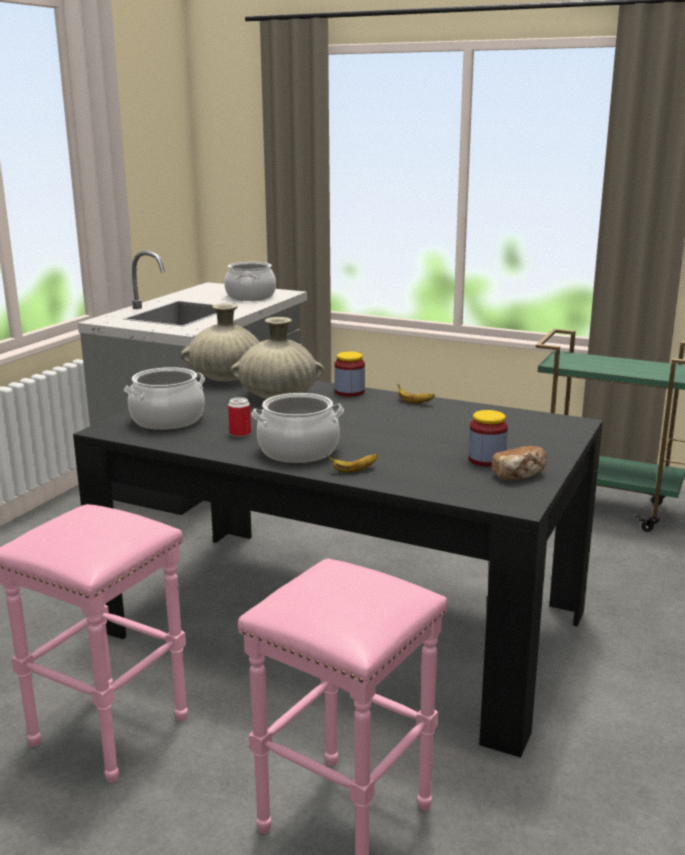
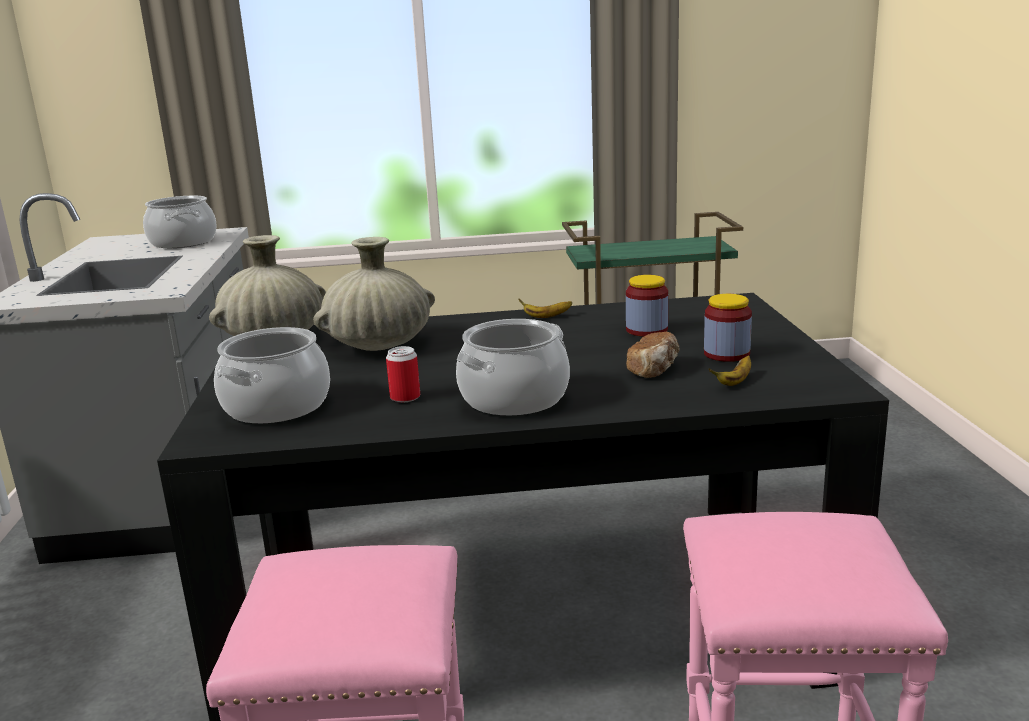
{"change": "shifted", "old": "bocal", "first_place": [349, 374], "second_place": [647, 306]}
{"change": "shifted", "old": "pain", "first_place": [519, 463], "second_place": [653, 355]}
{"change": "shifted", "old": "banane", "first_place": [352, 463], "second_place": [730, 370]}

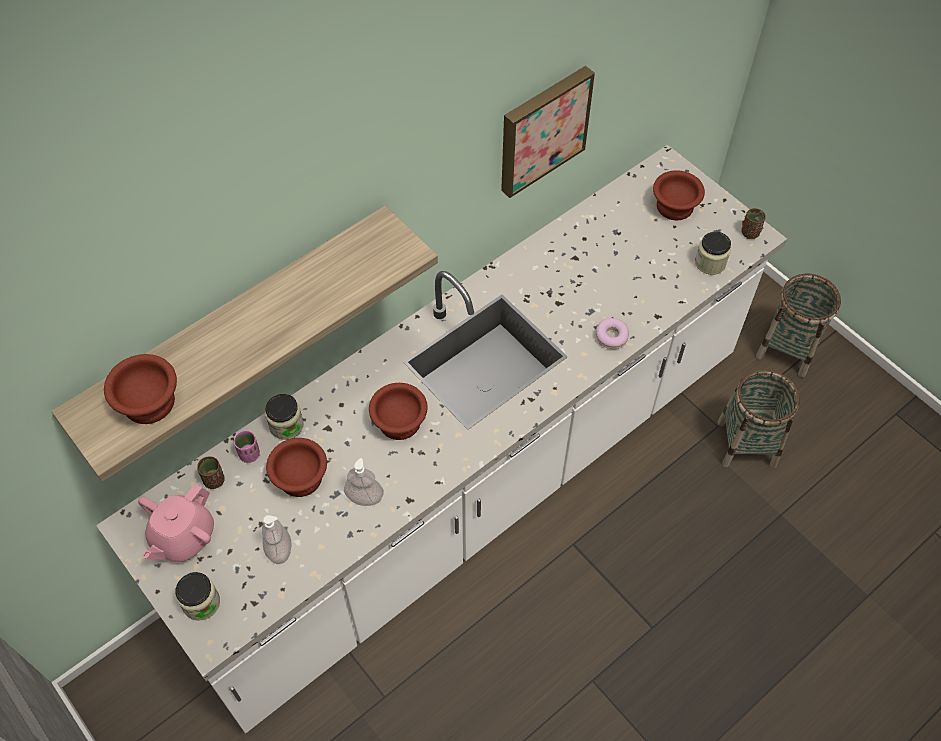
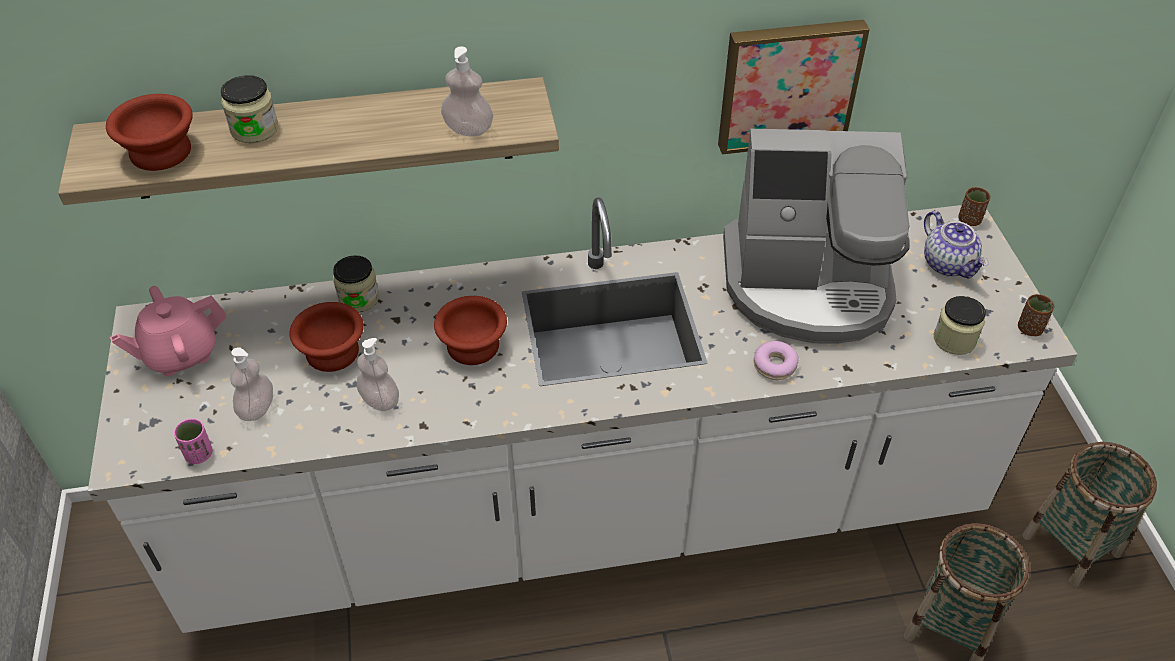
{"change": "shifted", "old": "tasse/rose", "first_place": [247, 446], "second_place": [193, 441]}
{"change": "shifted", "old": "bocal", "first_place": [197, 596], "second_place": [249, 109]}
{"change": "new", "new": "distributeur de savon", "second_place": [467, 92]}
{"change": "new", "new": "machine à café", "second_place": [816, 236]}
{"change": "swapped", "old": "bol/marron", "new": "théière", "first_place": [679, 195], "second_place": [956, 245]}
{"change": "shifted", "old": "tasse/marron", "first_place": [211, 472], "second_place": [974, 206]}

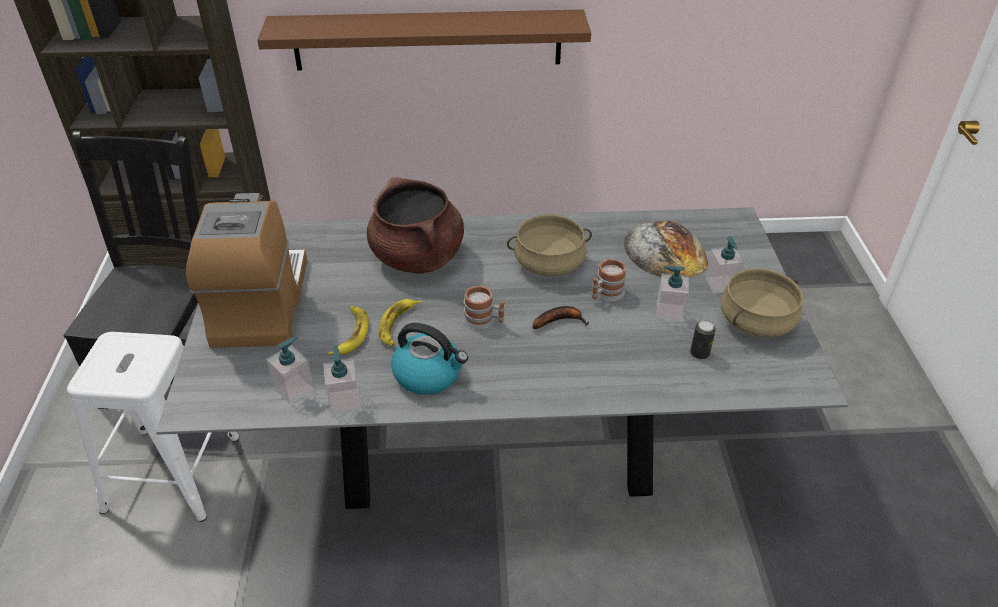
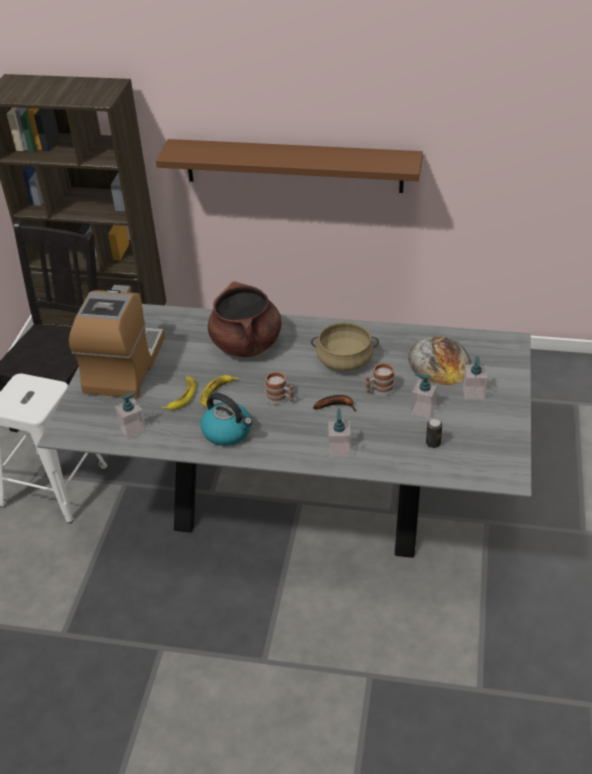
{"change": "shifted", "old": "distributeur de savon", "first_place": [342, 379], "second_place": [339, 433]}
{"change": "gone", "old": "marmite/beige", "first_place": [762, 303]}

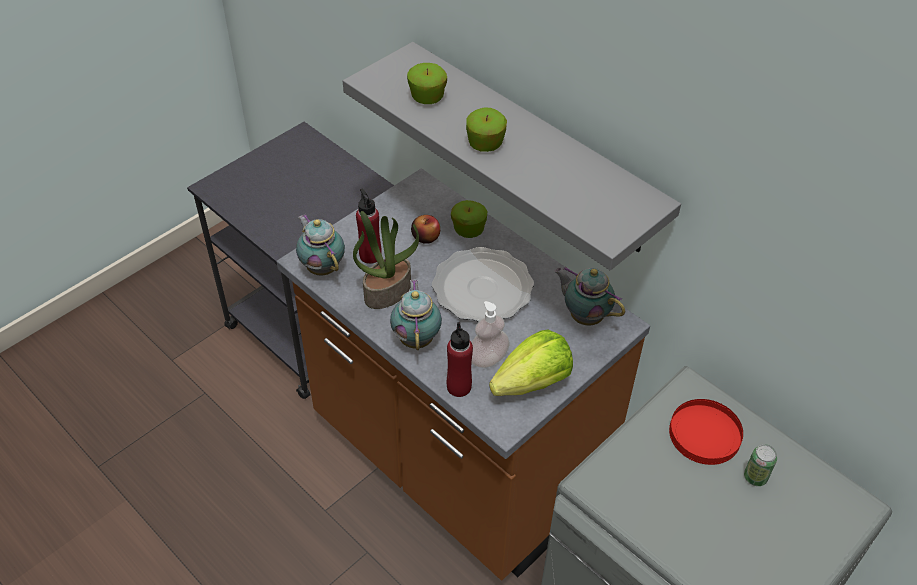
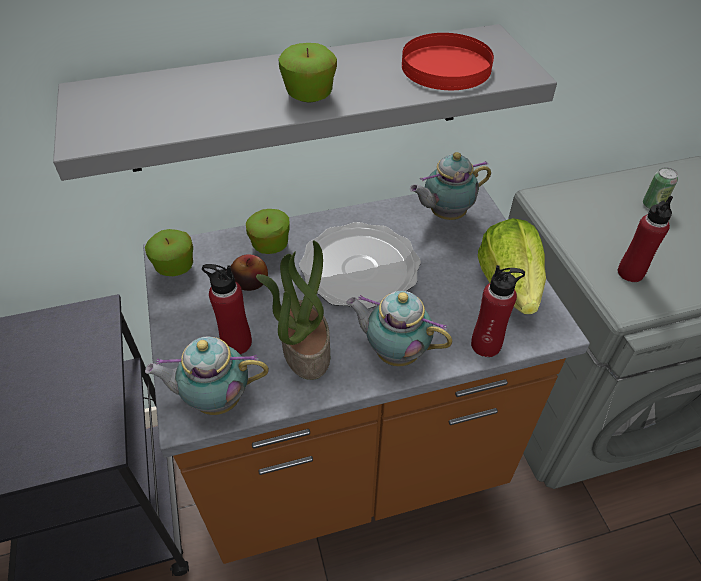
{"change": "shifted", "old": "pomme", "first_place": [427, 83], "second_place": [169, 252]}
{"change": "shifted", "old": "assiette/rouge", "first_place": [706, 432], "second_place": [448, 61]}
{"change": "new", "new": "bouteille/rouge", "second_place": [645, 239]}
{"change": "gone", "old": "distributeur de savon", "first_place": [490, 334]}

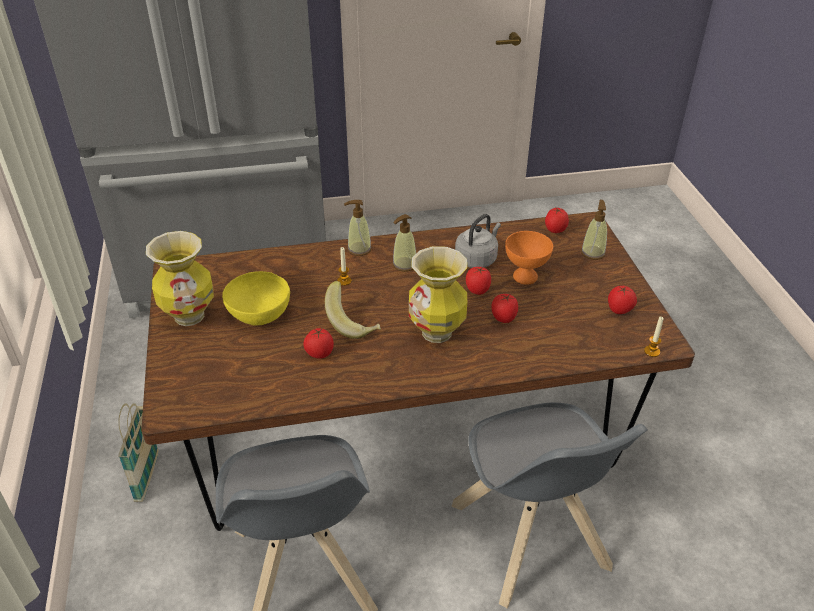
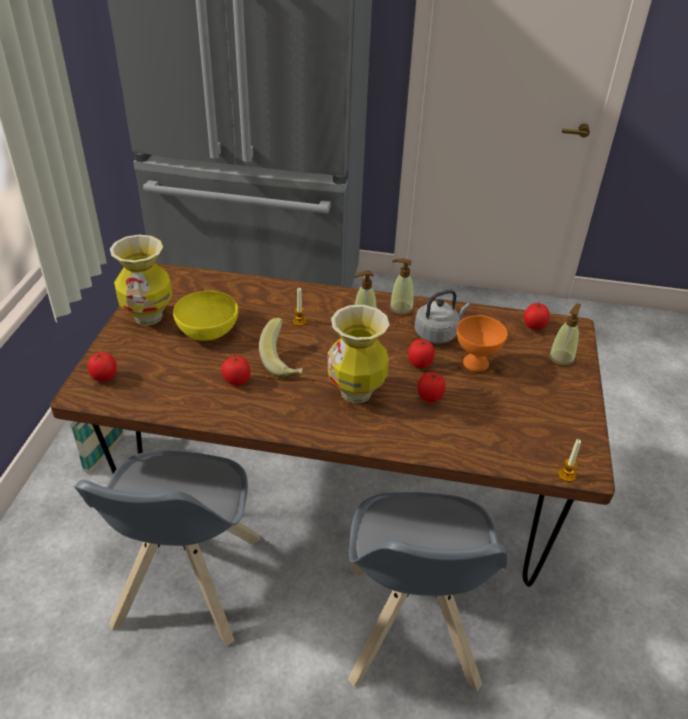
{"change": "shifted", "old": "tomate", "first_place": [622, 300], "second_place": [102, 367]}
{"change": "shifted", "old": "distributeur de savon", "first_place": [358, 228], "second_place": [401, 287]}

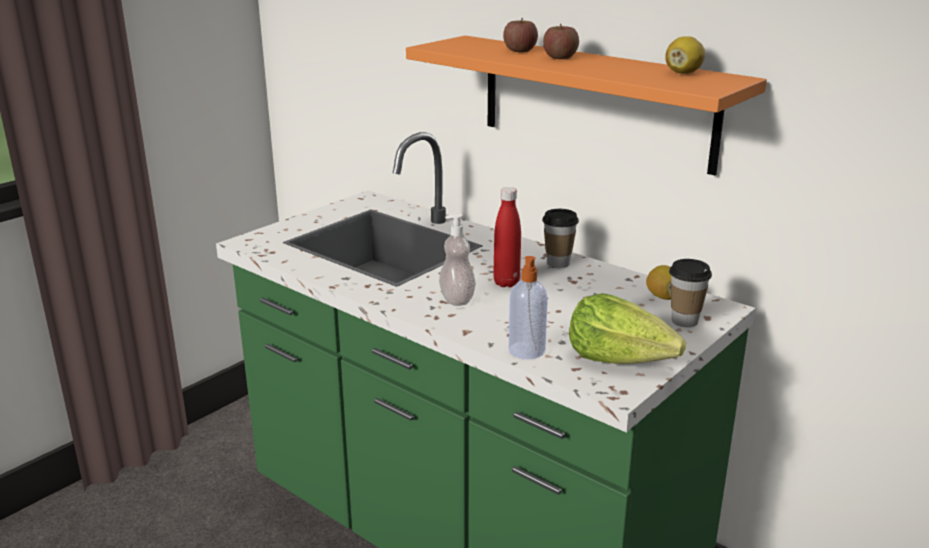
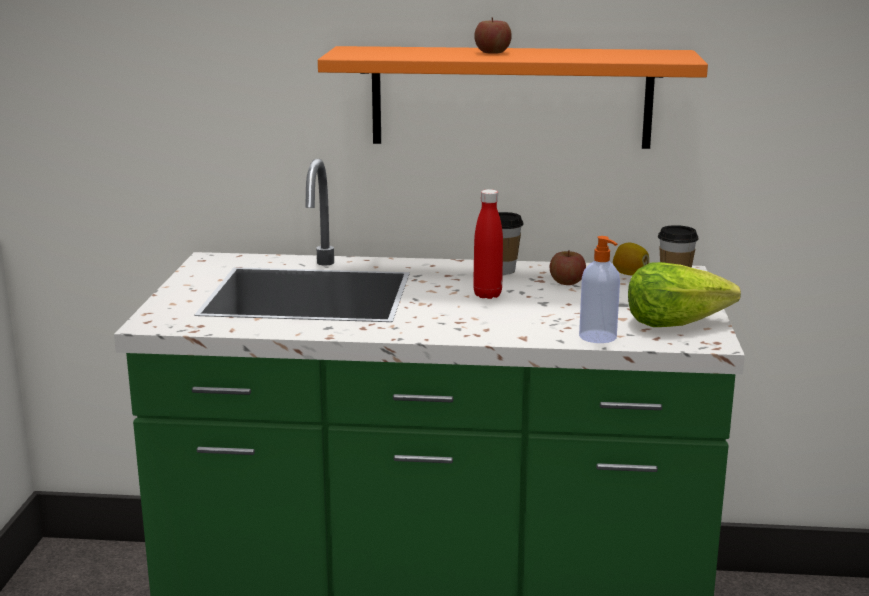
{"change": "shifted", "old": "pomme", "first_place": [520, 35], "second_place": [568, 267]}
{"change": "gone", "old": "distributeur de savon", "first_place": [457, 259]}
{"change": "gone", "old": "citron", "first_place": [685, 55]}

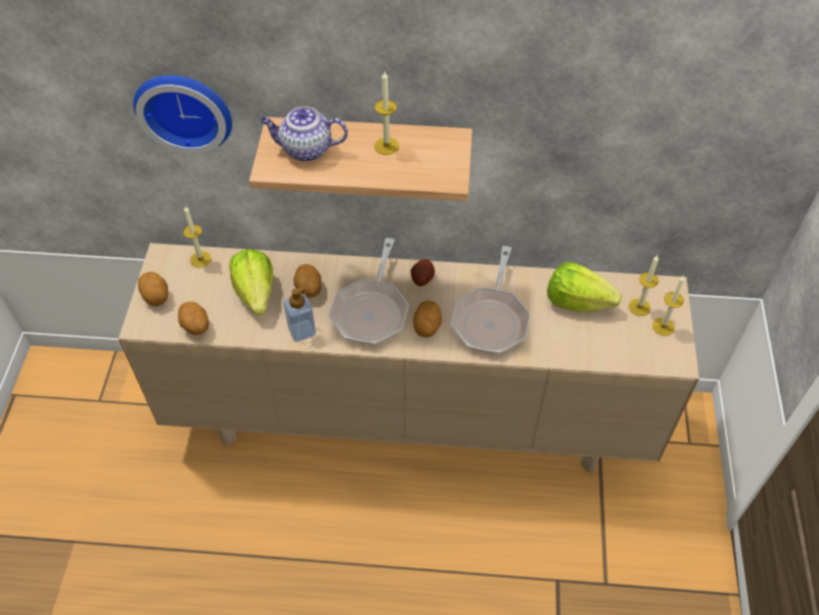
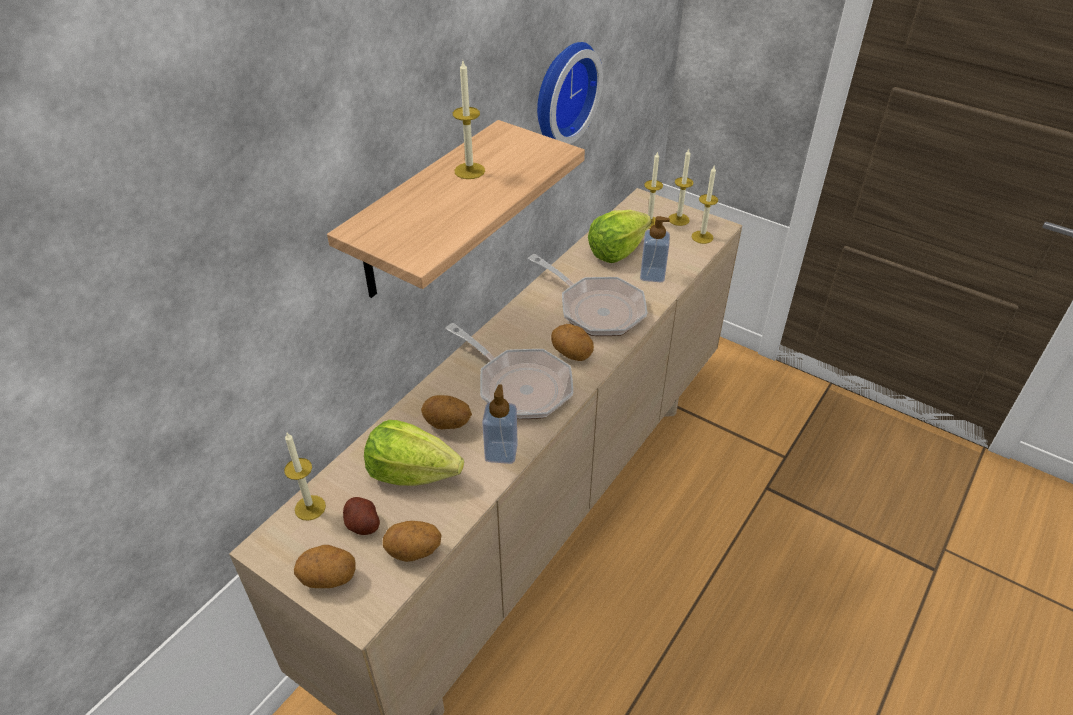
{"change": "shifted", "old": "pomme de terre", "first_place": [423, 272], "second_place": [361, 516]}
{"change": "shifted", "old": "horloge murale", "first_place": [182, 114], "second_place": [570, 93]}
{"change": "new", "new": "distributeur de savon", "second_place": [655, 249]}
{"change": "new", "new": "bougie", "second_place": [704, 205]}
{"change": "gone", "old": "théière", "first_place": [304, 134]}

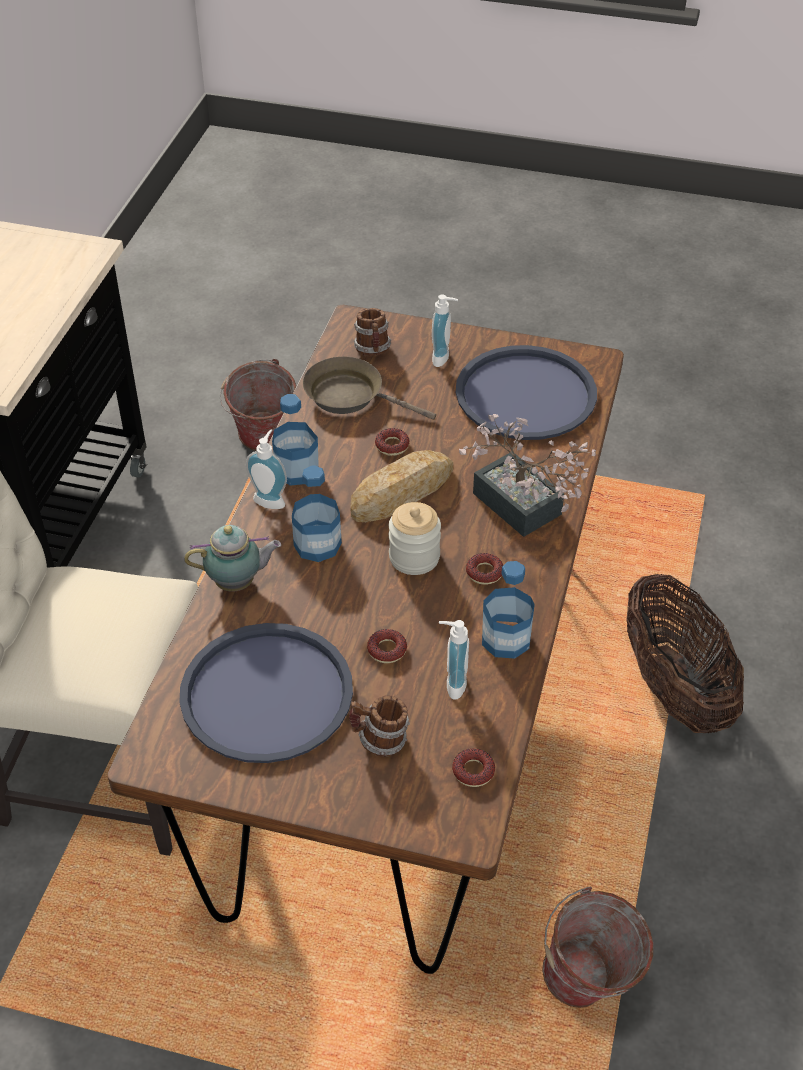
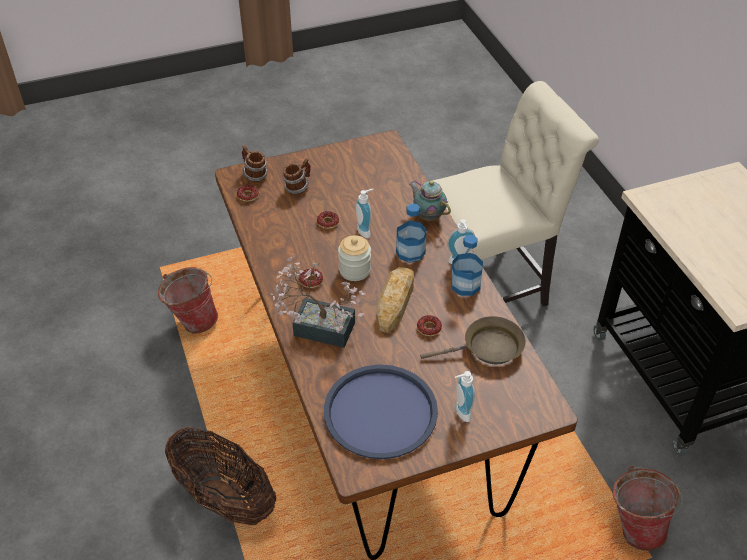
{"change": "shifted", "old": "mug", "first_place": [372, 332], "second_place": [254, 163]}
{"change": "shifted", "old": "distributeur de savon", "first_place": [454, 660], "second_place": [365, 213]}
{"change": "rotated", "old": "théière", "first_place": [232, 558], "second_place": [430, 200], "degrees": 90}
{"change": "gone", "old": "plateau/bleu", "first_place": [266, 693]}
{"change": "gone", "old": "bouteille", "first_place": [508, 610]}

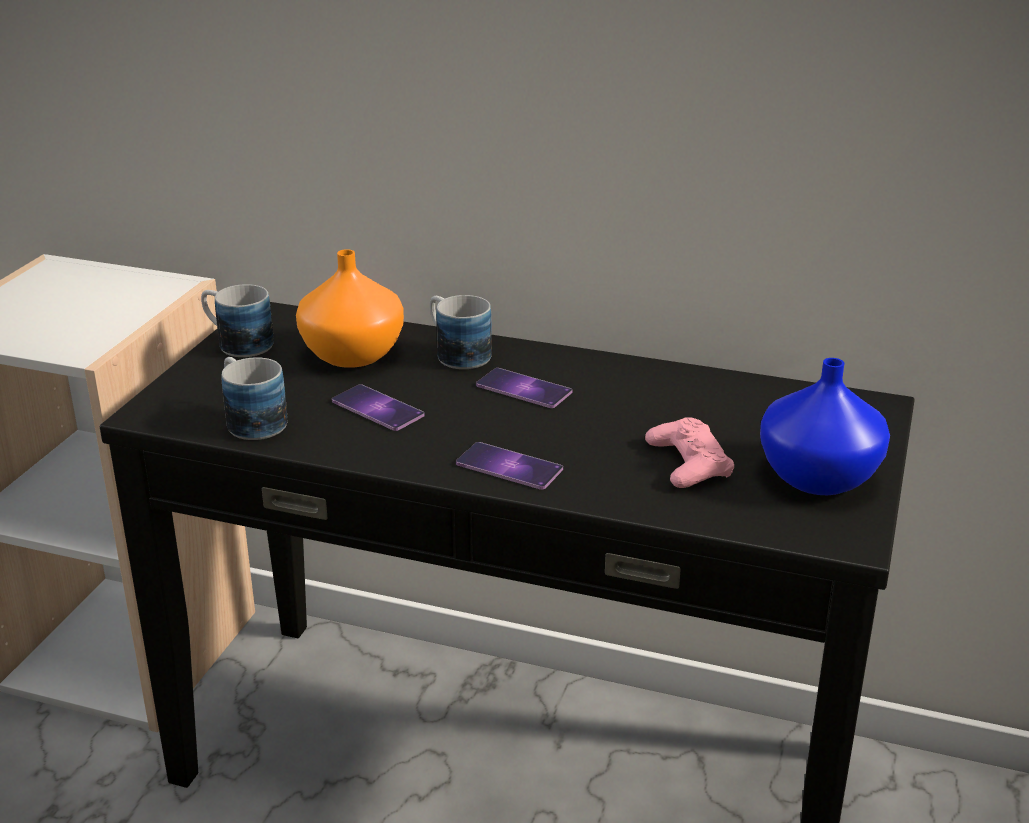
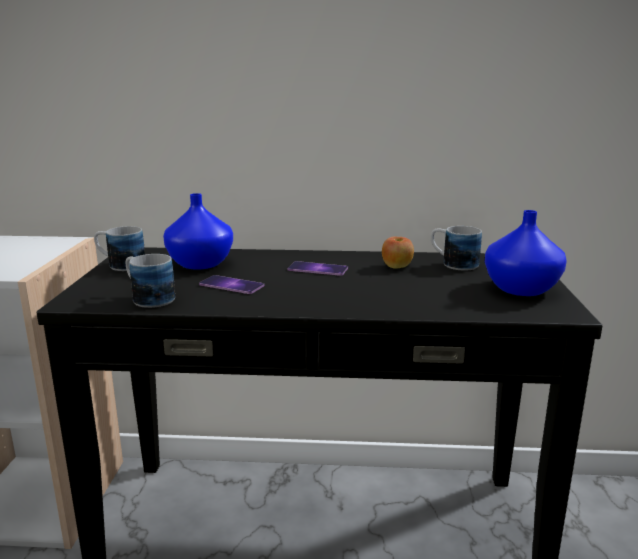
{"change": "repainted", "old": "vase/orange", "new": "vase/bleu", "first_place": [350, 308], "second_place": [198, 231]}
{"change": "new", "new": "pomme", "second_place": [398, 253]}
{"change": "shifted", "old": "mug", "first_place": [461, 332], "second_place": [456, 248]}
{"change": "gone", "old": "téléphone", "first_place": [509, 466]}
{"change": "gone", "old": "manette/rose", "first_place": [689, 452]}

